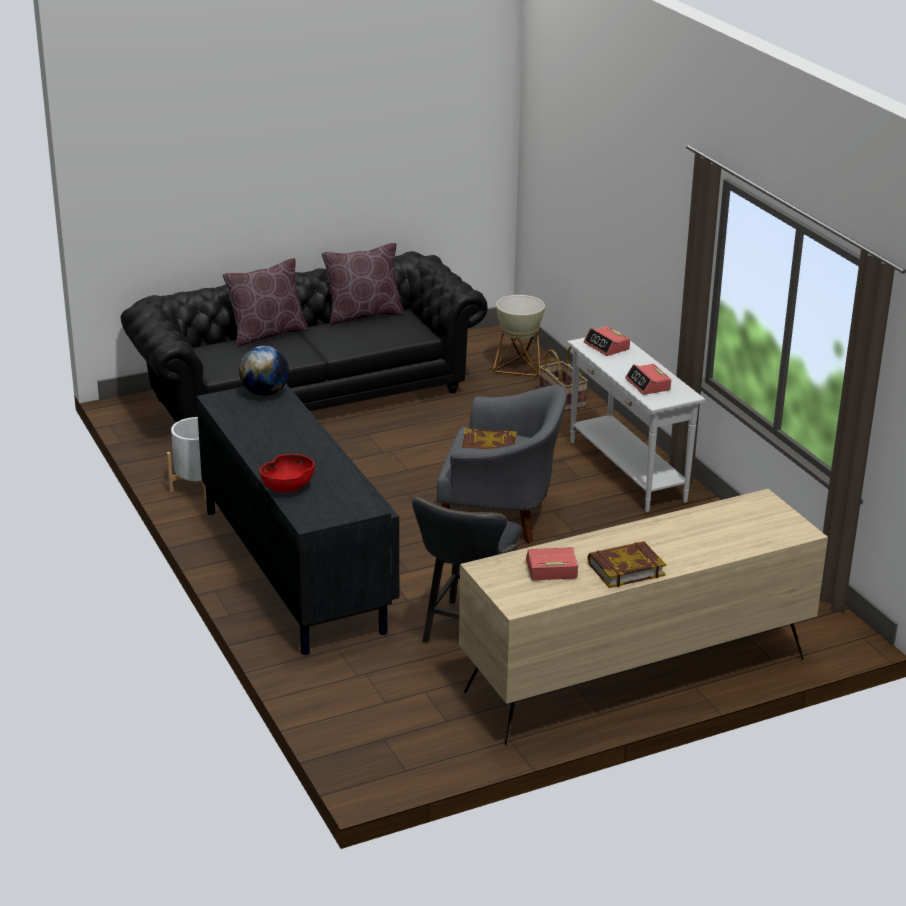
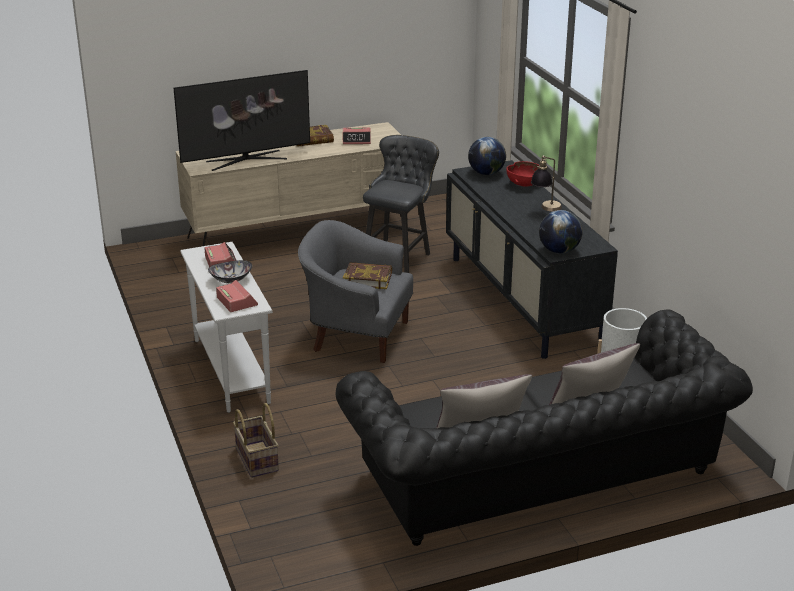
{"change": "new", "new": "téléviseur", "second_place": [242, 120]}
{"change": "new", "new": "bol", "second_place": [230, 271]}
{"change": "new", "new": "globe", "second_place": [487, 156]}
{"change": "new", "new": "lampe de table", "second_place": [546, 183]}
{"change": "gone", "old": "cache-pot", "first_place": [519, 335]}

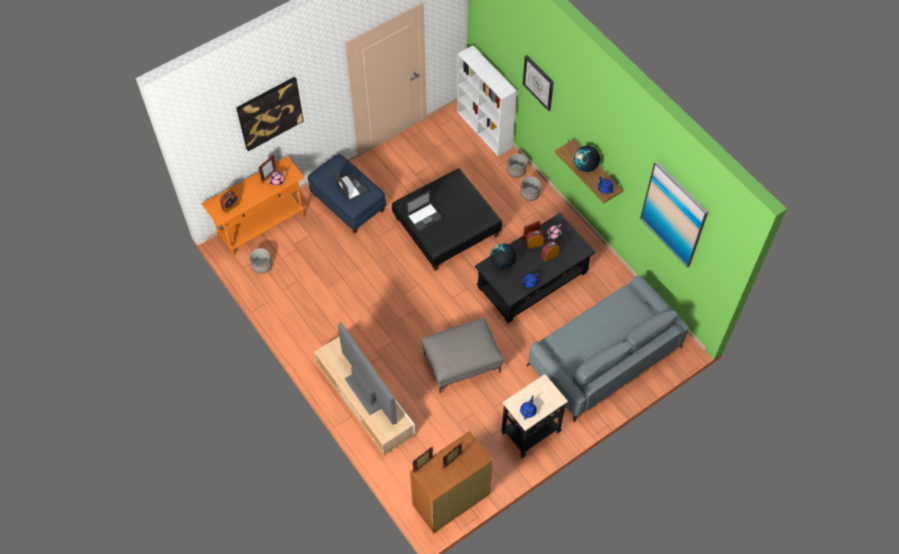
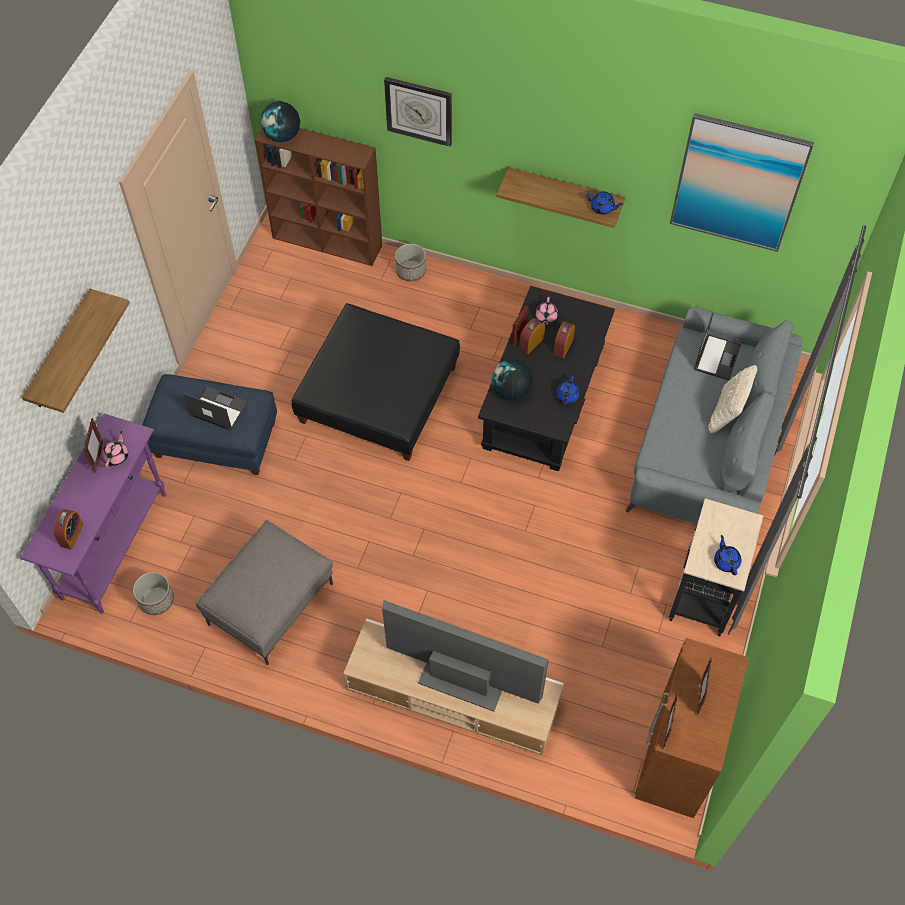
{"change": "repainted", "old": "table console/orange", "new": "table console/violet", "first_place": [253, 206], "second_place": [93, 514]}
{"change": "swapped", "old": "tableau", "new": "étagère", "first_place": [270, 114], "second_place": [76, 351]}
{"change": "shifted", "old": "pouf/gris", "first_place": [462, 355], "second_place": [264, 592]}
{"change": "repainted", "old": "bibliothèque/blanc", "new": "bibliothèque/marron", "first_place": [487, 100], "second_place": [318, 197]}
{"change": "shifted", "old": "globe", "first_place": [587, 159], "second_place": [280, 121]}
{"change": "shifted", "old": "ordinateur portable", "first_place": [424, 210], "second_place": [717, 347]}
{"change": "new", "new": "coussin/beige", "second_place": [732, 399]}
{"change": "gone", "old": "cache-pot", "first_place": [530, 188]}

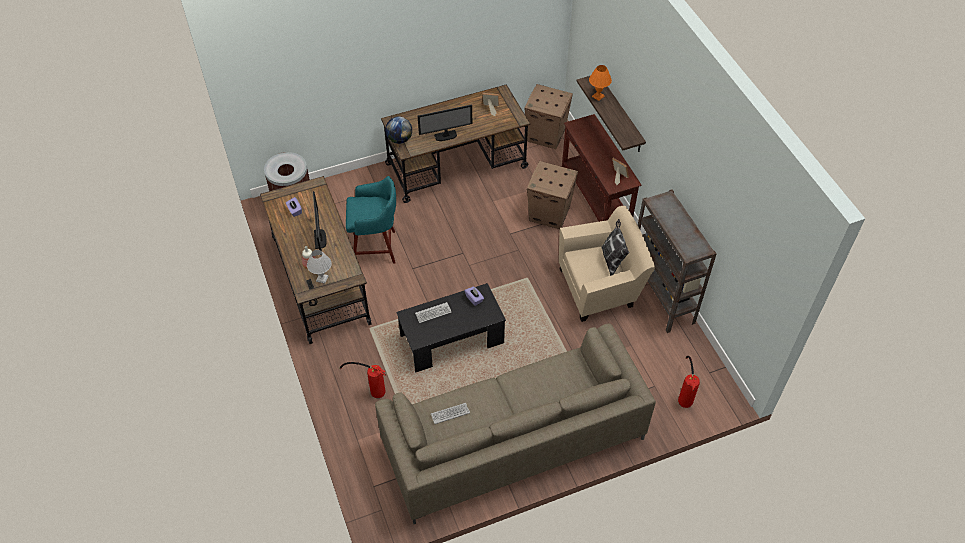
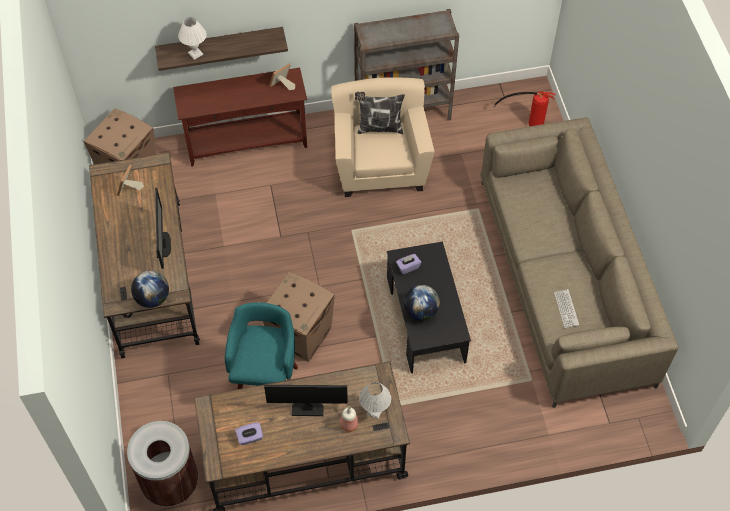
{"change": "repainted", "old": "lampe de table/orange", "new": "lampe de table/blanc", "first_place": [600, 83], "second_place": [192, 38]}
{"change": "shifted", "old": "carton", "first_place": [552, 195], "second_place": [299, 317]}
{"change": "swapped", "old": "clavier", "new": "globe", "first_place": [433, 312], "second_place": [422, 303]}
{"change": "gone", "old": "extincteur", "first_place": [362, 380]}

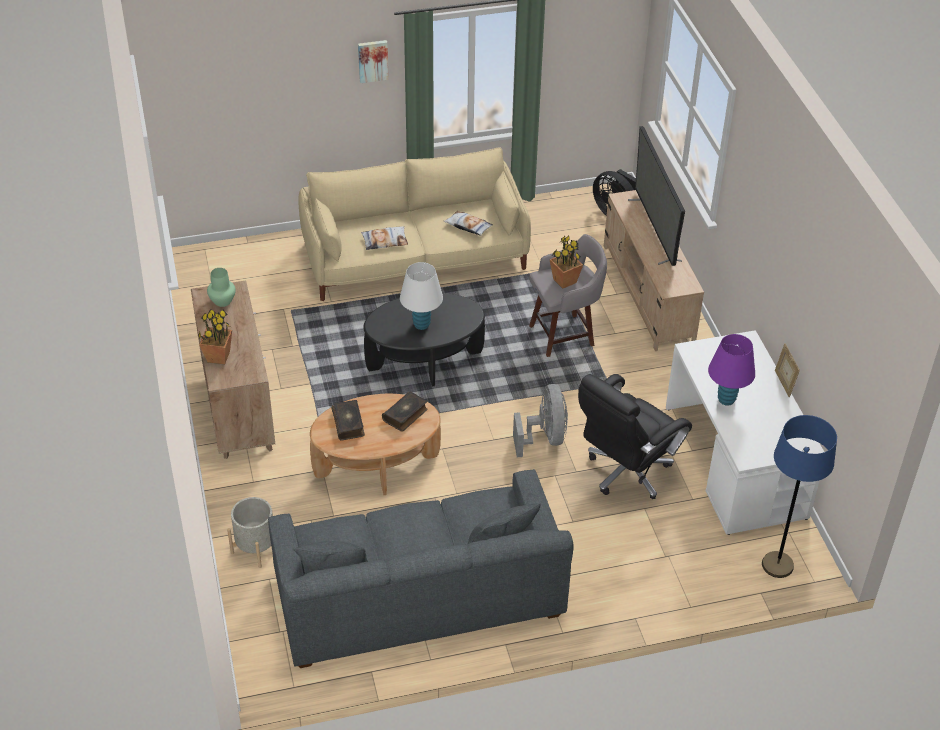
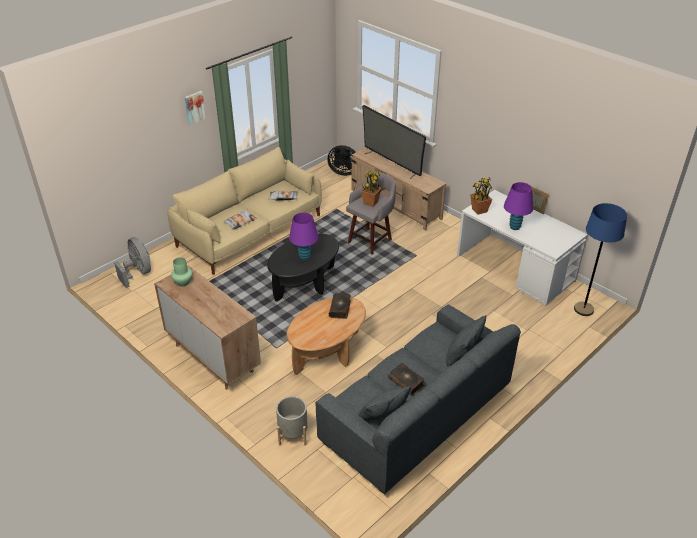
{"change": "shifted", "old": "ventilateur/gris", "first_place": [540, 420], "second_place": [132, 262]}
{"change": "repainted", "old": "lampe de table/blanc", "new": "lampe de table/violet", "first_place": [421, 296], "second_place": [304, 236]}
{"change": "shifted", "old": "livre", "first_place": [348, 420], "second_place": [406, 379]}
{"change": "shifted", "old": "plante en pot", "first_place": [215, 336], "second_place": [481, 196]}
{"change": "gone", "old": "chaise de bureau/noir", "first_place": [635, 436]}

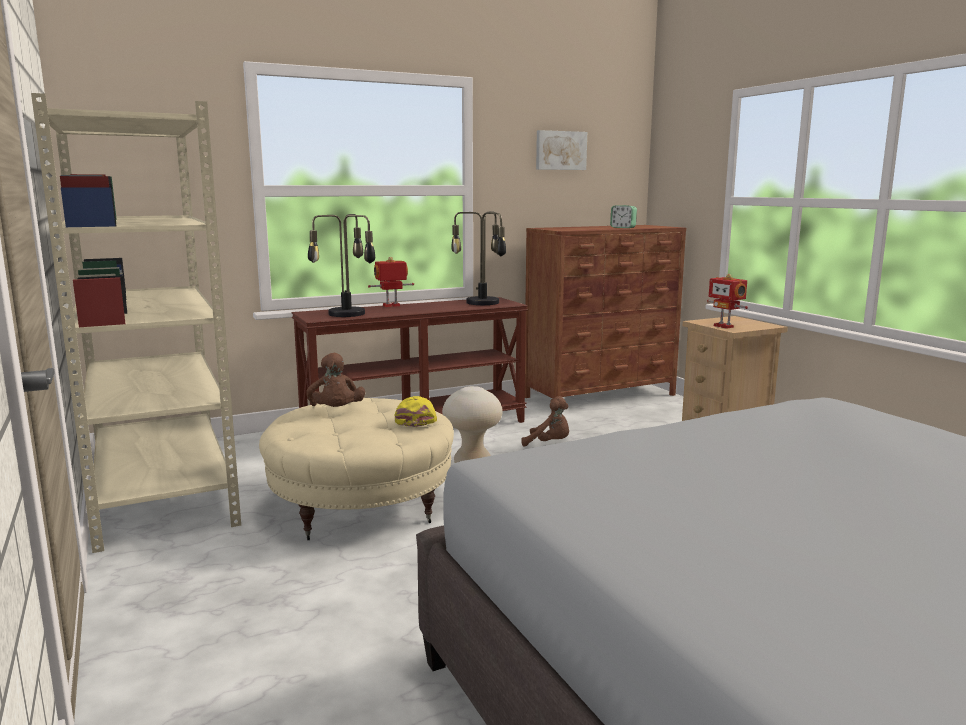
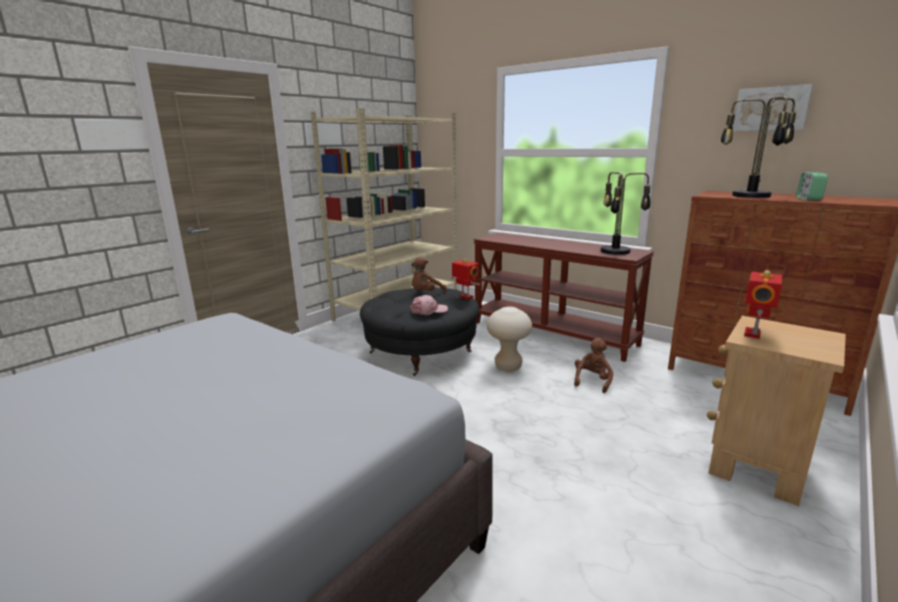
{"change": "repainted", "old": "pouf/beige", "new": "pouf/noir", "first_place": [356, 469], "second_place": [419, 331]}
{"change": "repainted", "old": "casquette/jaune", "new": "casquette/rose", "first_place": [416, 411], "second_place": [429, 305]}
{"change": "shifted", "old": "robot jouet", "first_place": [391, 282], "second_place": [465, 279]}
{"change": "rotated", "old": "peluche/marron", "first_place": [545, 421], "second_place": [593, 365], "degrees": -150}
{"change": "shifted", "old": "lampe de table", "first_place": [341, 265], "second_place": [758, 147]}

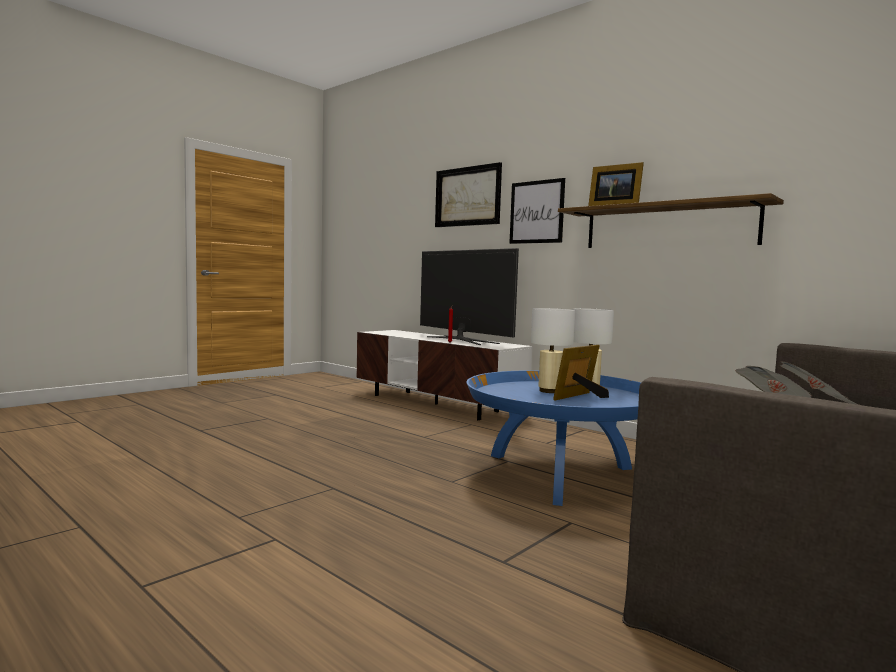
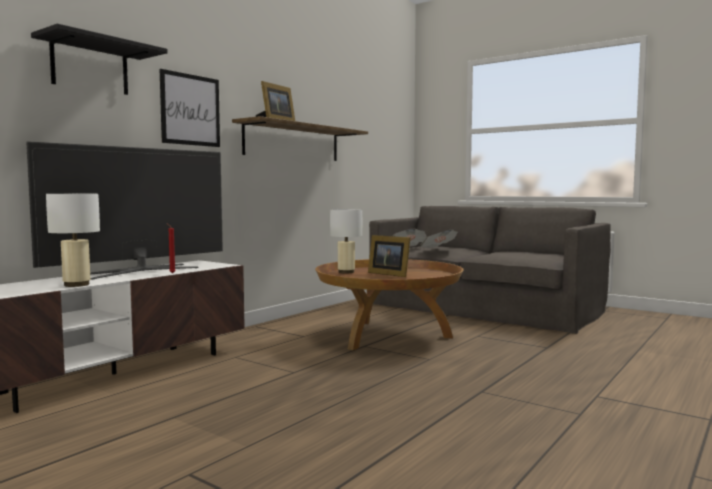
{"change": "swapped", "old": "tableau", "new": "étagère/noir", "first_place": [468, 194], "second_place": [99, 59]}
{"change": "shifted", "old": "lampe de table/blanc", "first_place": [553, 350], "second_place": [73, 240]}
{"change": "repainted", "old": "table basse/bleu", "new": "table basse/marron", "first_place": [553, 438], "second_place": [389, 304]}

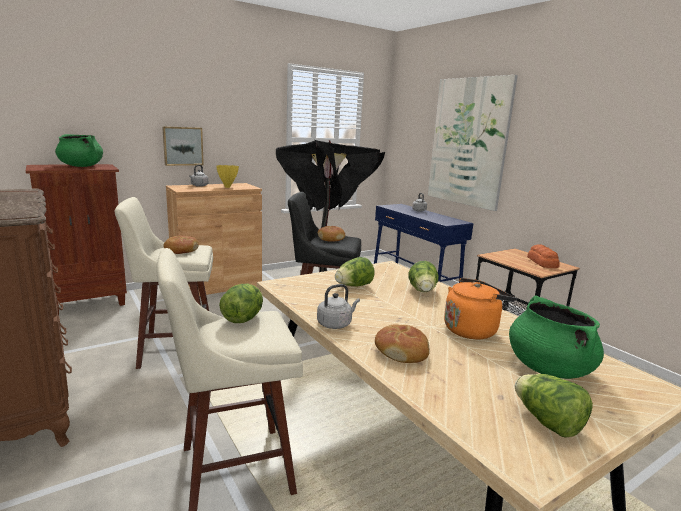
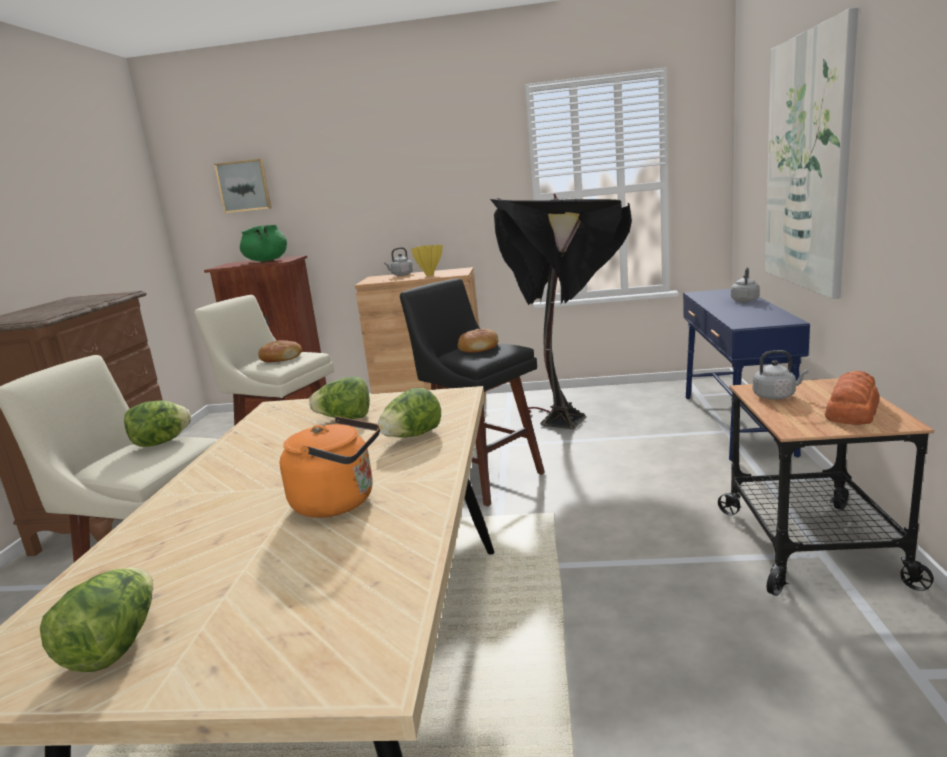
{"change": "shifted", "old": "tableau", "first_place": [183, 146], "second_place": [243, 186]}
{"change": "shifted", "old": "bouilloire/gris", "first_place": [338, 306], "second_place": [780, 375]}
{"change": "gone", "old": "pain", "first_place": [402, 343]}
{"change": "gone", "old": "marmite/vert", "first_place": [556, 337]}

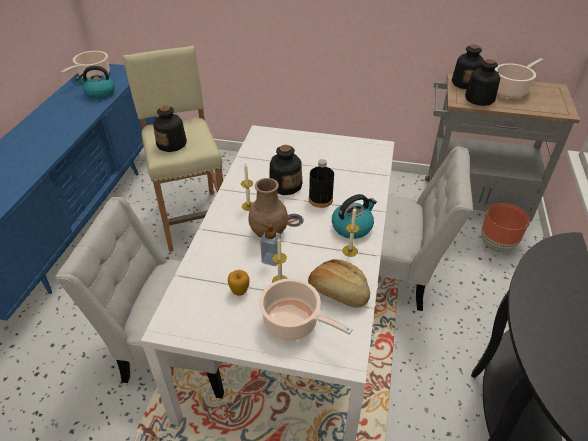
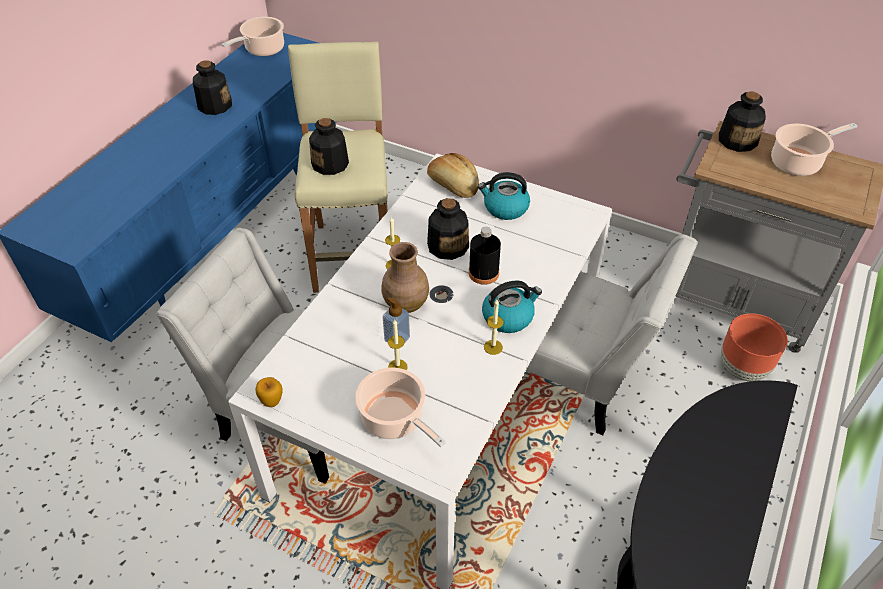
{"change": "shifted", "old": "bouteille", "first_place": [482, 82], "second_place": [212, 87]}
{"change": "shifted", "old": "pomme", "first_place": [239, 283], "second_place": [269, 392]}
{"change": "shifted", "old": "pain", "first_place": [339, 283], "second_place": [453, 175]}
{"change": "shifted", "old": "bouilloire", "first_place": [95, 82], "second_place": [504, 196]}

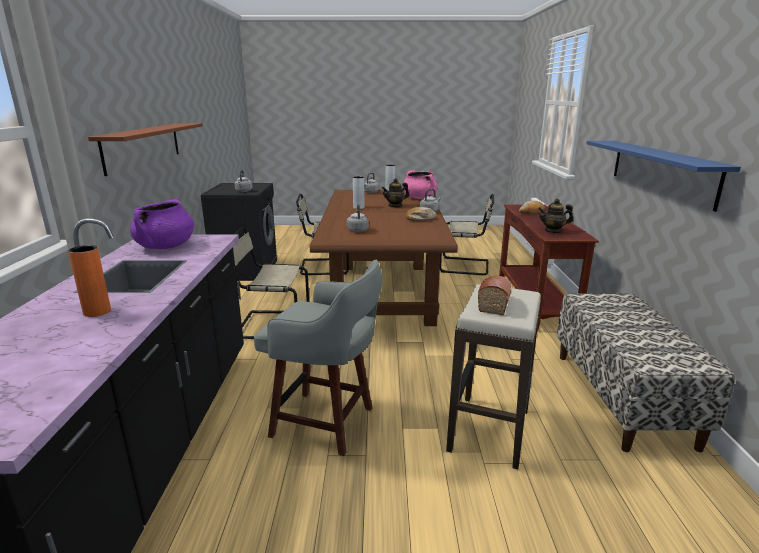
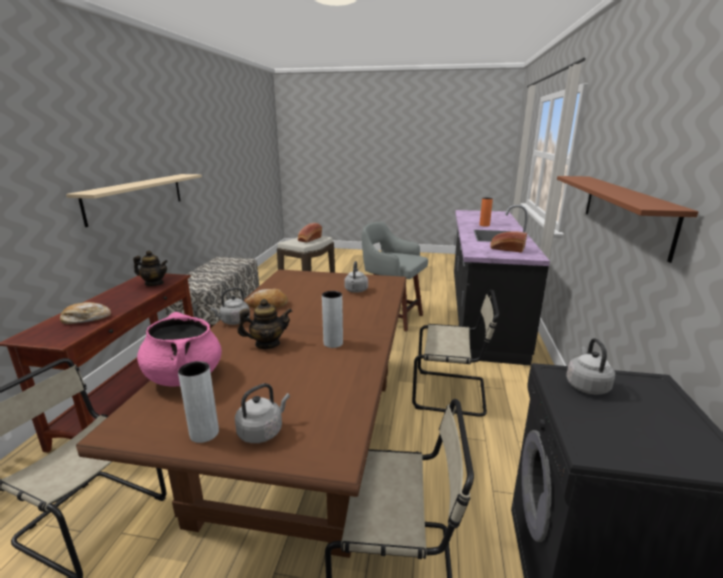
{"change": "repainted", "old": "étagère/bleu", "new": "étagère/beige", "first_place": [664, 176], "second_place": [134, 200]}
{"change": "swapped", "old": "marmite/violet", "new": "pain", "first_place": [162, 224], "second_place": [508, 242]}

